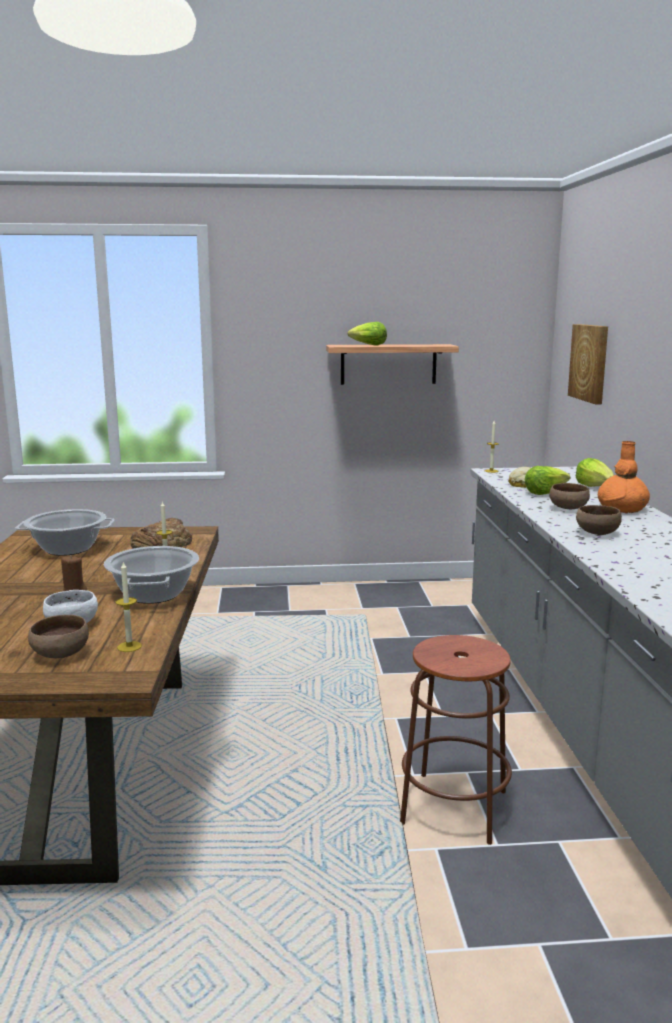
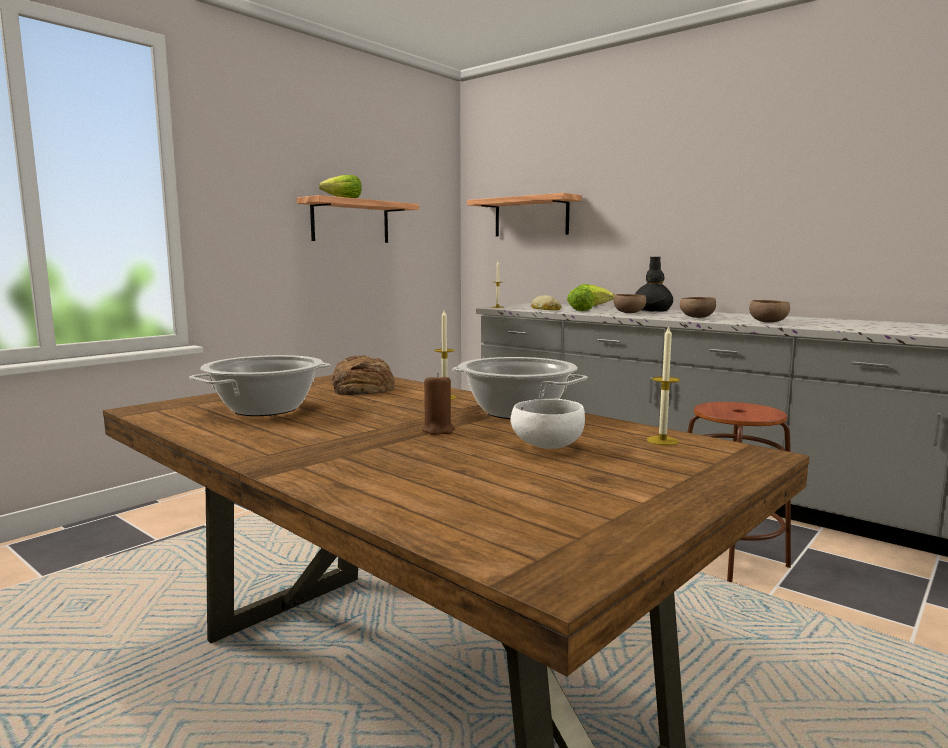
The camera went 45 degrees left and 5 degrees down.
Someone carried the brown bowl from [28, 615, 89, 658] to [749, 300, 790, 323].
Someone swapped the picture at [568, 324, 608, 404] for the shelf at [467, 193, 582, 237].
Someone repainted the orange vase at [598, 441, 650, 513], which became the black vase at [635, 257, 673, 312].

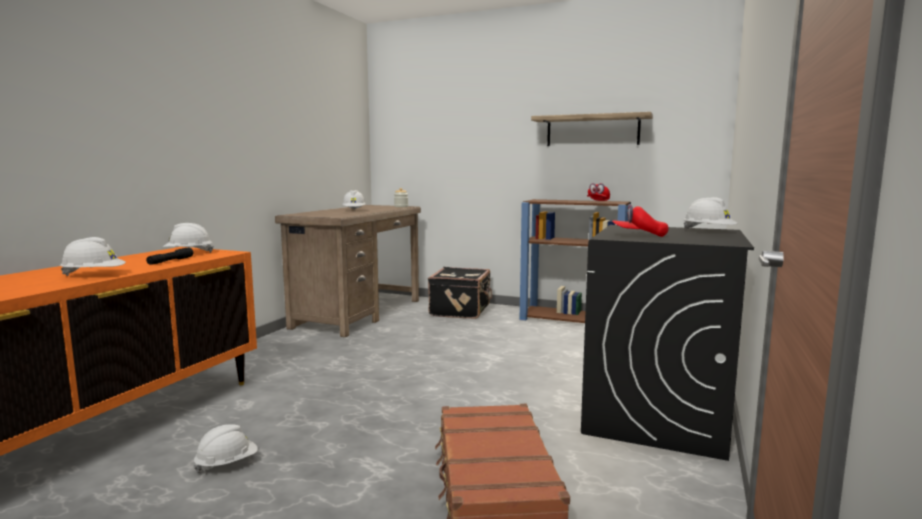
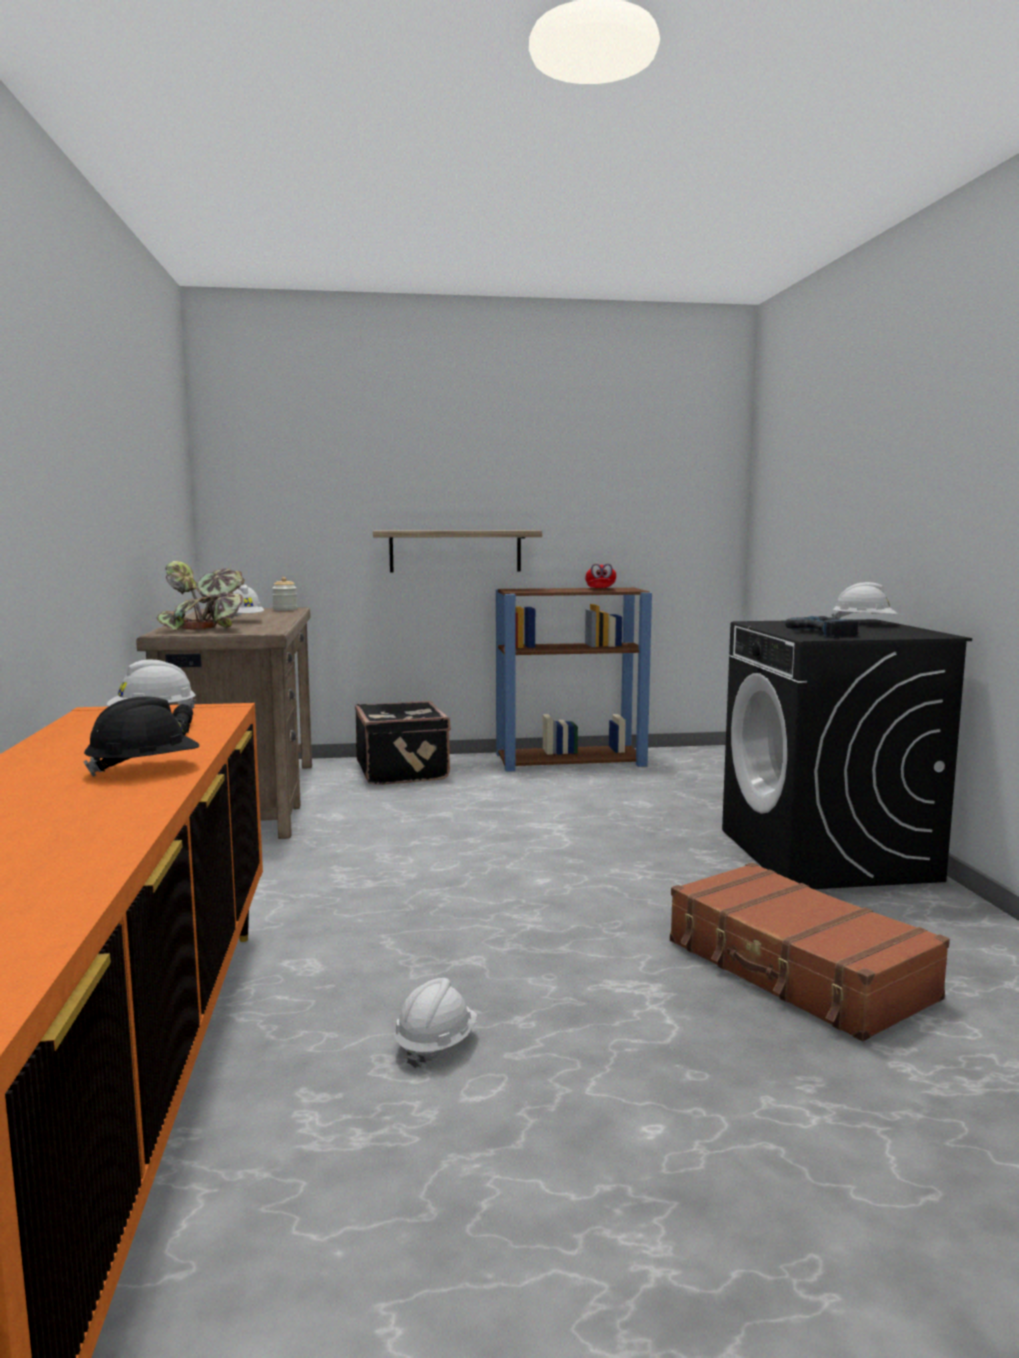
The camera went 30 degrees left and 0 degrees up.
Someone put down the potted plant at [157, 561, 245, 631].
Someone carried the shelf from [531, 112, 653, 146] to [373, 530, 542, 572].
Someone swapped the red cap at [612, 204, 669, 237] for the power drill at [785, 616, 860, 638].
Someone repainted the white hard hat at [60, 237, 126, 276], which became the black hard hat at [84, 697, 199, 777].

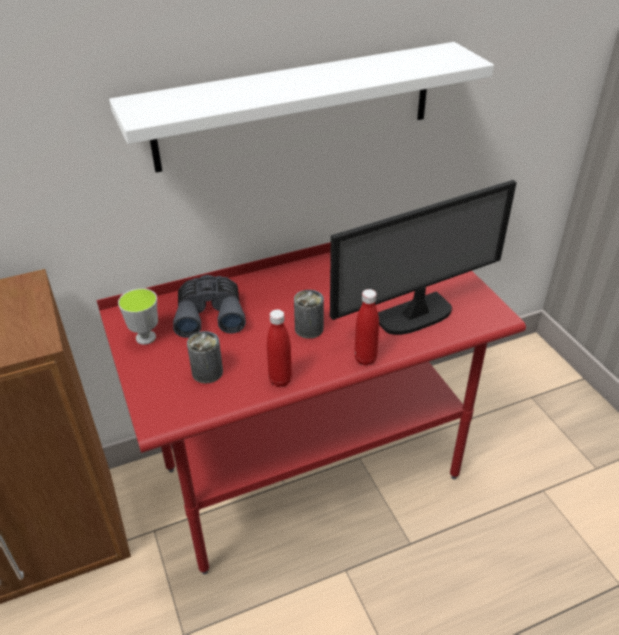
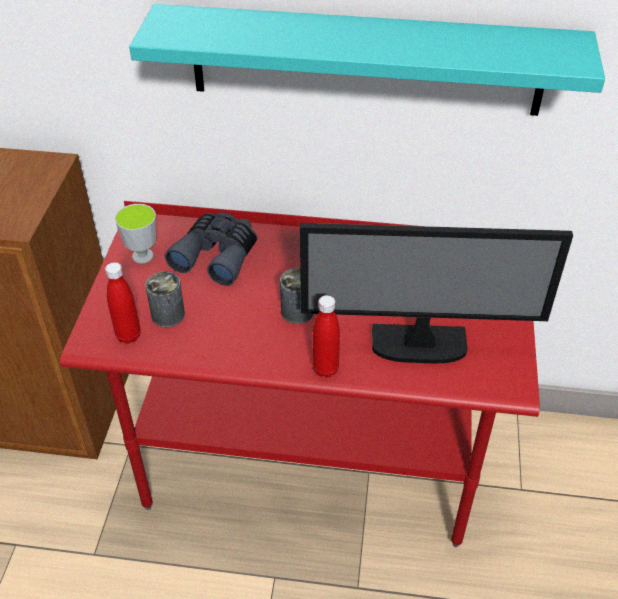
The camera went 30 degrees right and 5 degrees up.
Someone carried the red bottle from [267, 309, 292, 387] to [105, 262, 141, 344].
Someone repainted the white shelf at [109, 42, 494, 173], which became the turquoise shelf at [129, 4, 605, 116].

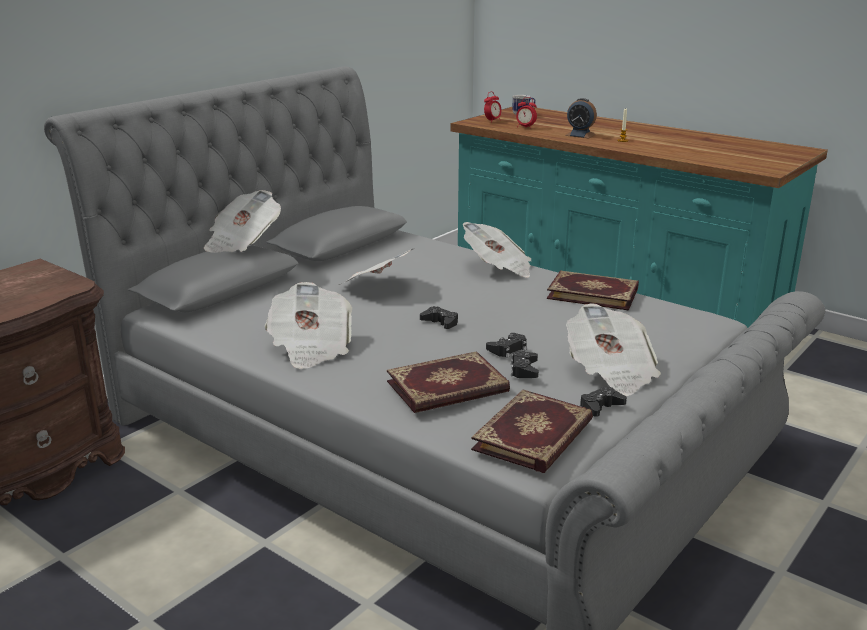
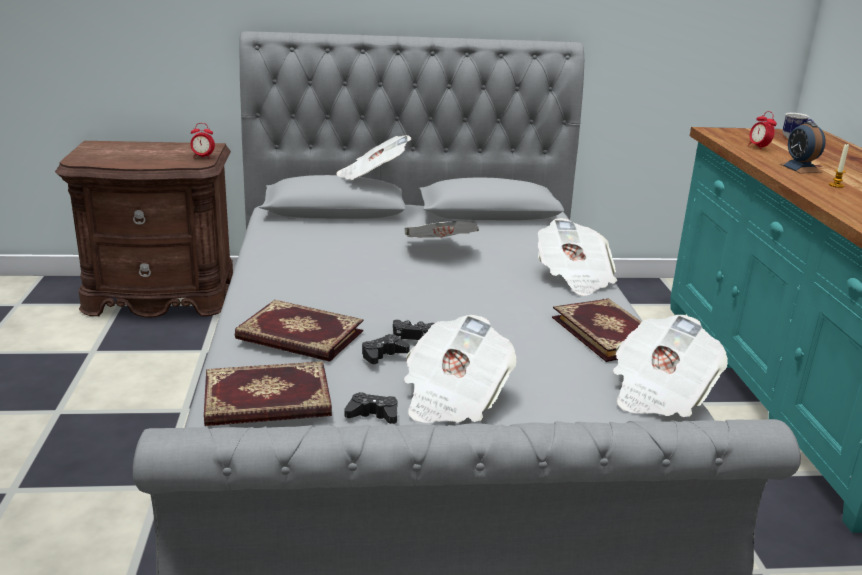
The camera went 45 degrees right and 0 degrees up.
Someone took away the black game controller at [420, 306, 458, 329].
Someone carried the newspaper from [265, 282, 352, 369] to [613, 315, 728, 417].
Someone carried the alarm clock from [484, 92, 502, 121] to [190, 123, 215, 159].

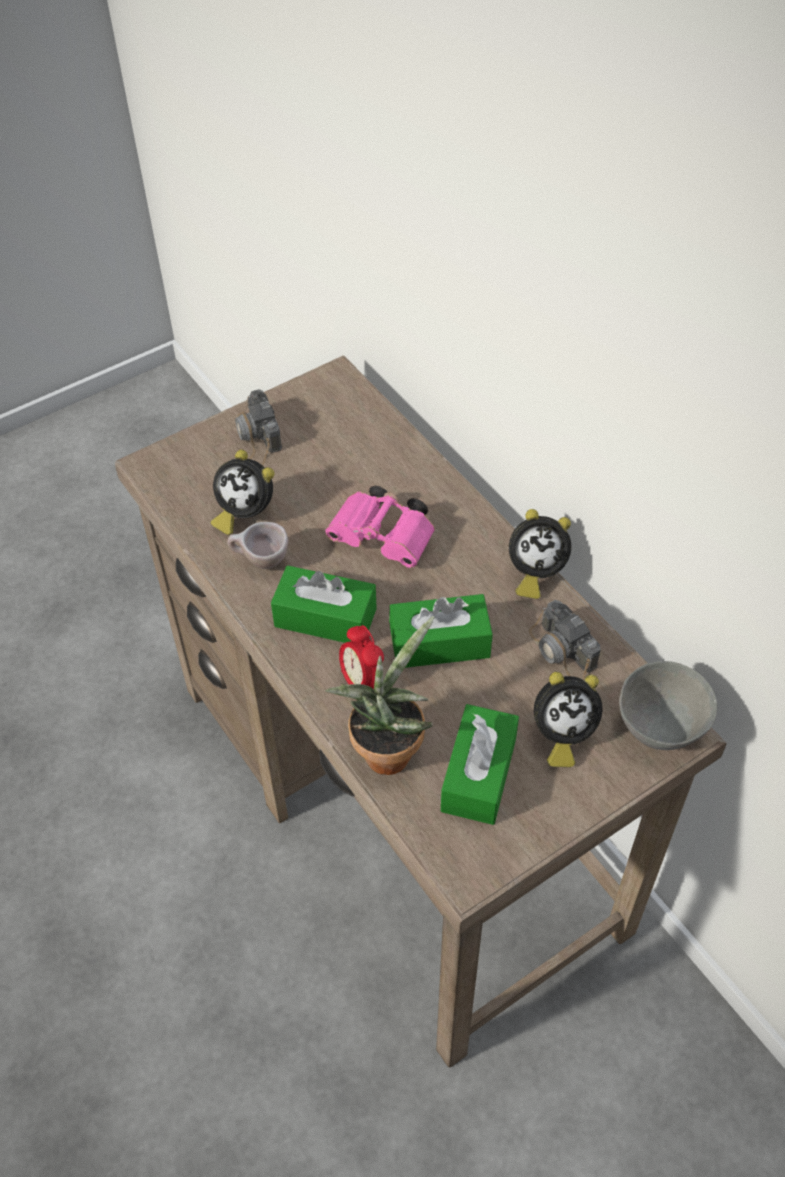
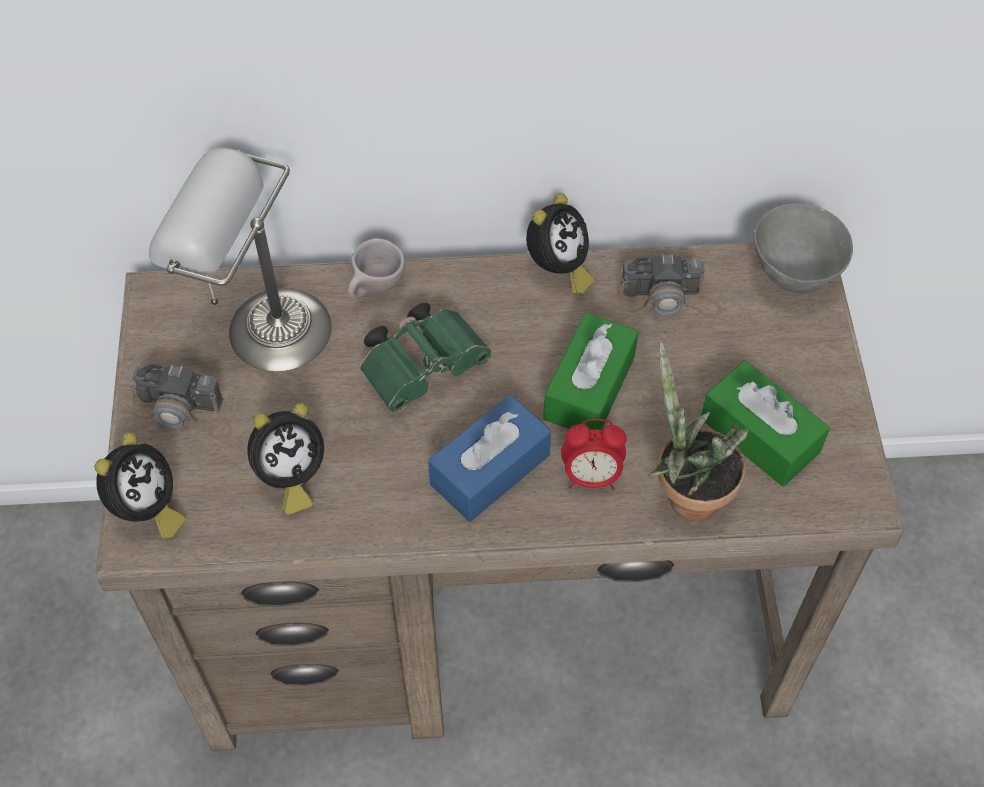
The camera went 60 degrees left and 5 degrees up.
Someone put down the white table lamp at [149, 148, 331, 372].
Someone carried the beige cup from [227, 522, 288, 569] to [347, 238, 405, 300].
Someone carried the alarm clock from [534, 672, 602, 767] to [95, 432, 186, 539].
Someone repainted the green tissue box at [271, 566, 377, 643], which became the blue tissue box at [428, 395, 551, 522].
Someone repainted the pink binoculars at [325, 486, 435, 568], which became the green binoculars at [360, 303, 491, 413].

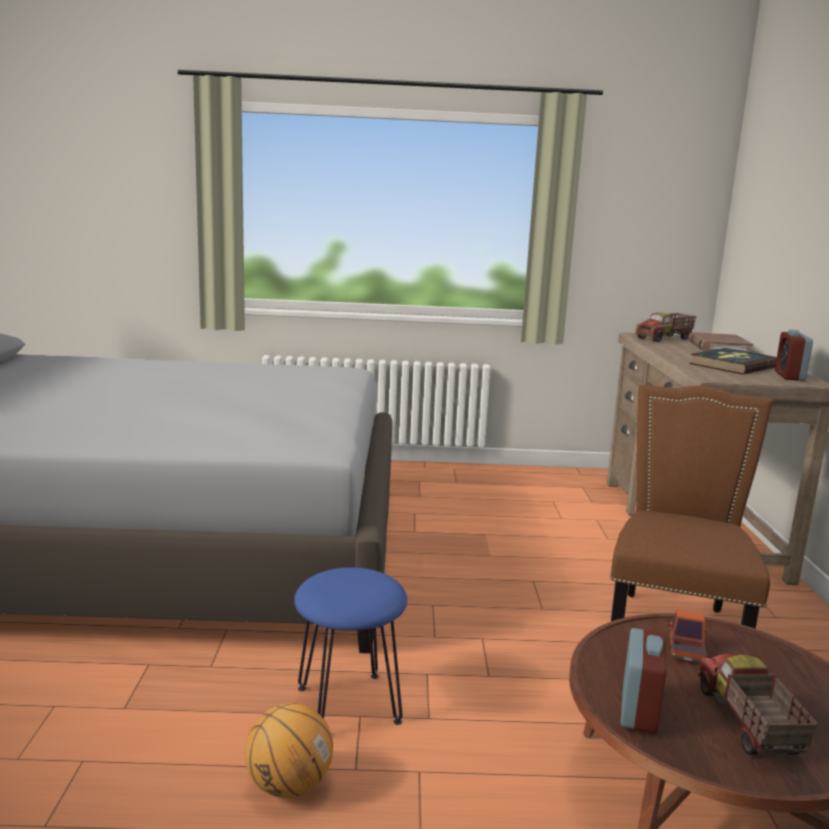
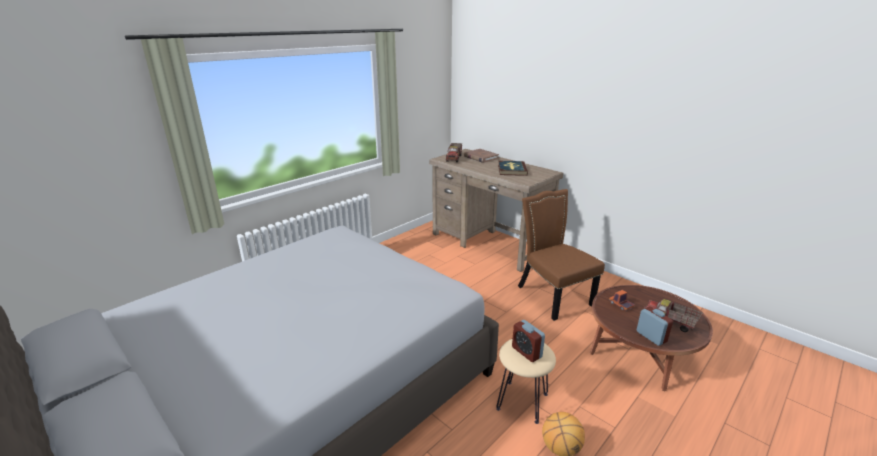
The camera went 45 degrees left and 10 degrees up.
Someone carried the alarm clock from [775, 330, 813, 381] to [512, 320, 545, 362].
Someone repainted the blue stool at [294, 567, 407, 725], which became the beige stool at [496, 339, 556, 424].

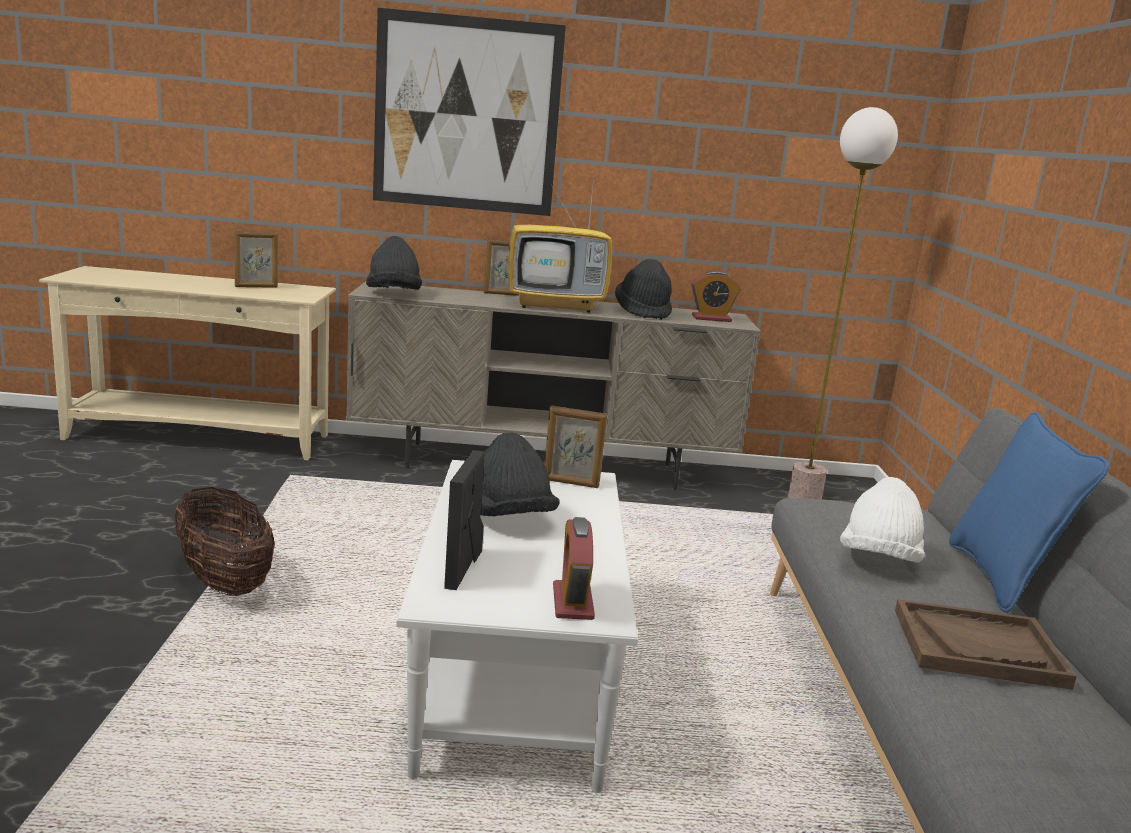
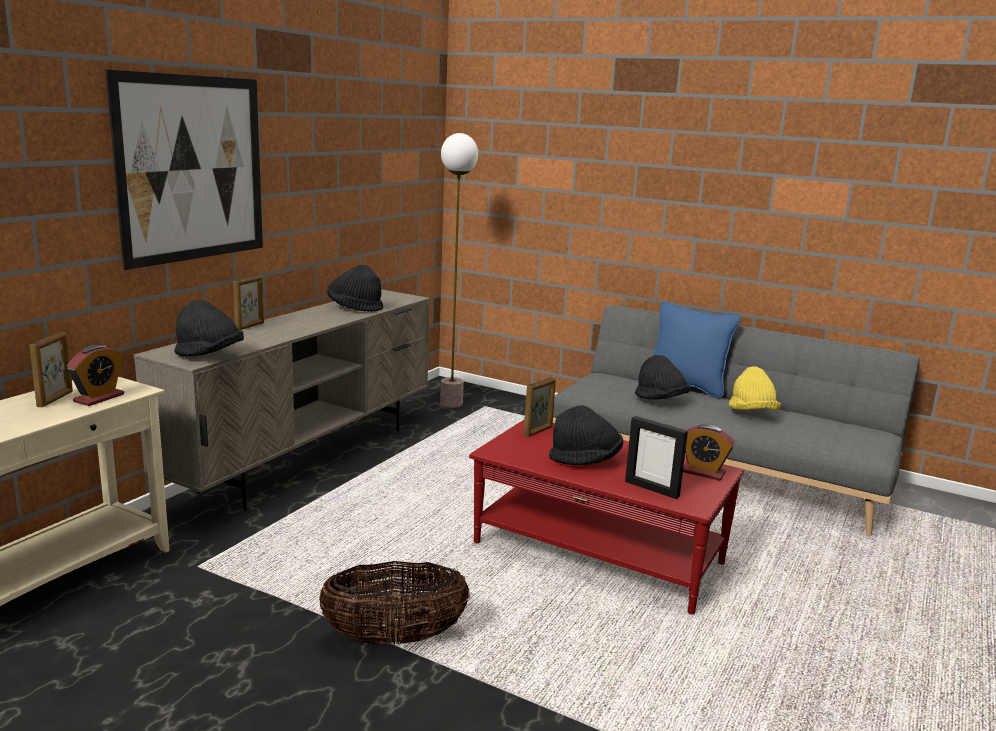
The camera went 60 degrees left and 0 degrees up.
Someone took away the television at [508, 177, 612, 313].
Someone carried the alarm clock from [691, 271, 741, 322] to [67, 345, 124, 406].
Someone swapped the brown tray at [895, 599, 1077, 690] for the yellow hat at [729, 367, 781, 410].
Someone repainted the white coffee table at [396, 460, 638, 793], which became the red coffee table at [469, 419, 744, 615].
Someone repainted the white hat at [840, 477, 925, 562], which became the black hat at [635, 355, 690, 400].

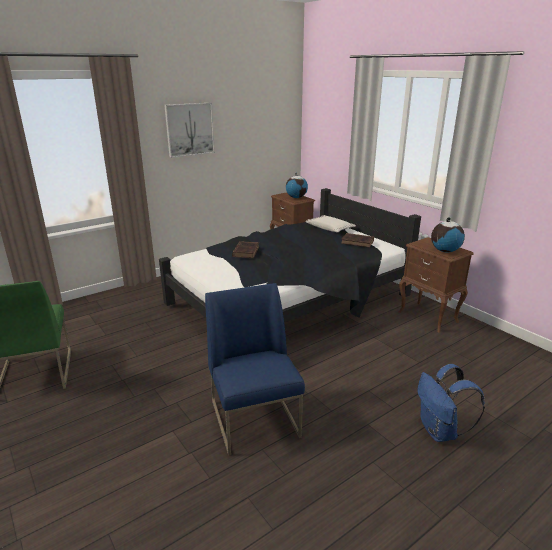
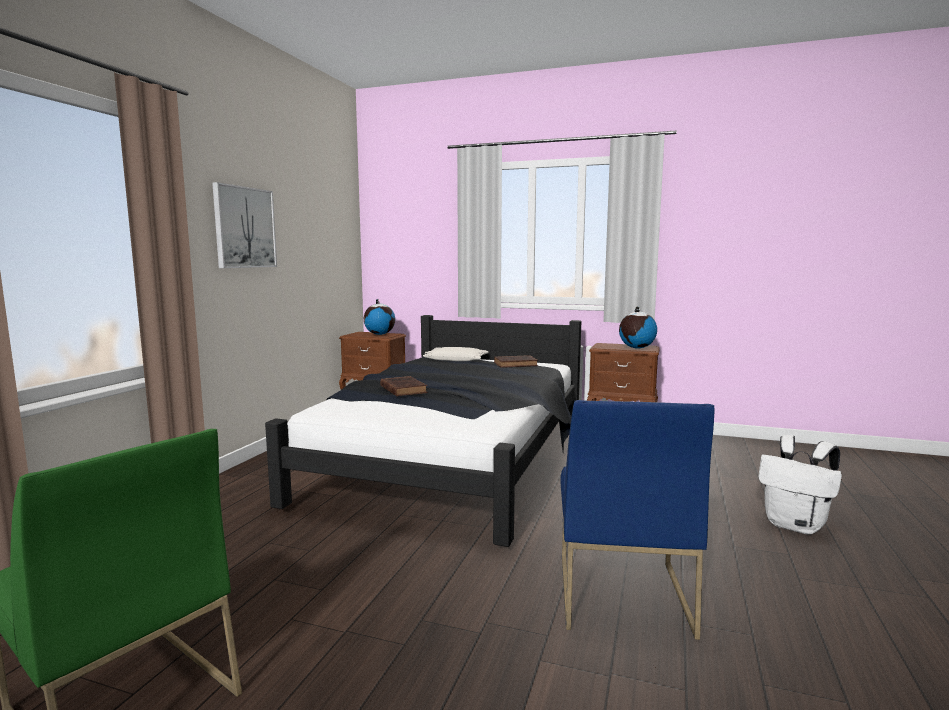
The camera went 35 degrees left and 15 degrees down.
Someone repainted the blue backpack at [417, 364, 485, 442], which became the white backpack at [758, 435, 842, 534].
Someone rotated the blue chair at [205, 283, 305, 456] by 120 degrees counterclockwise.

